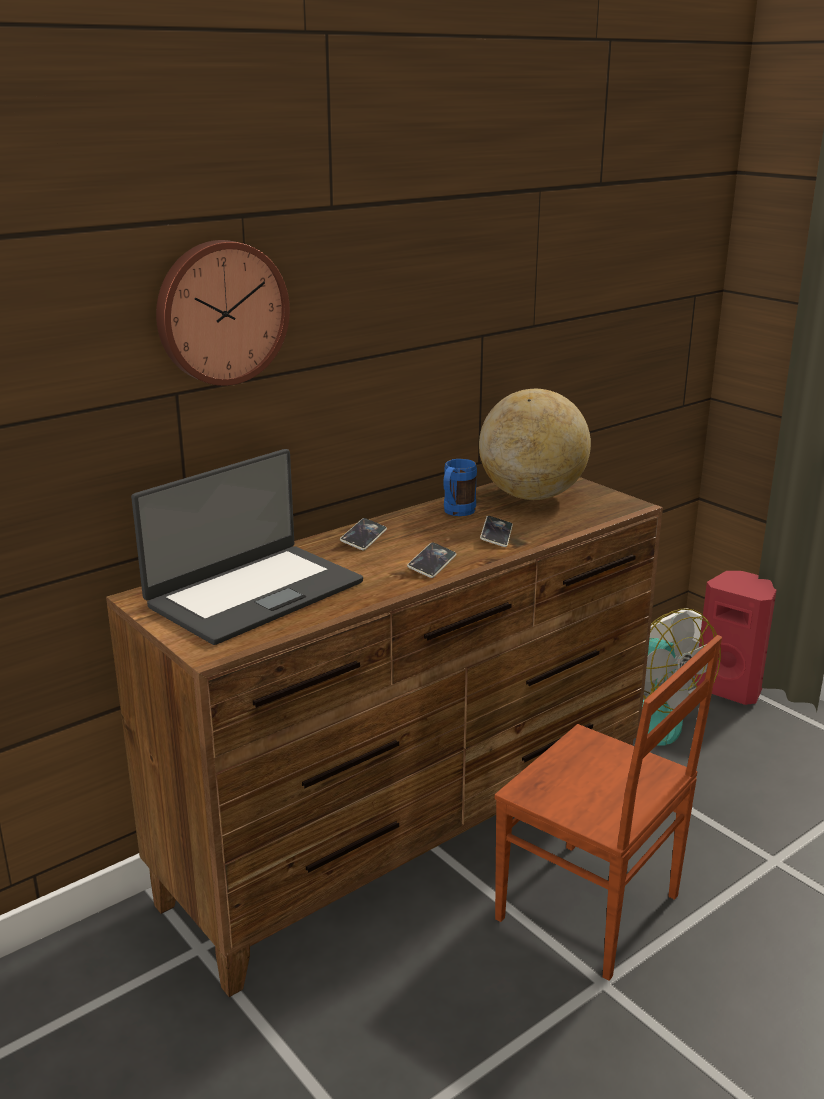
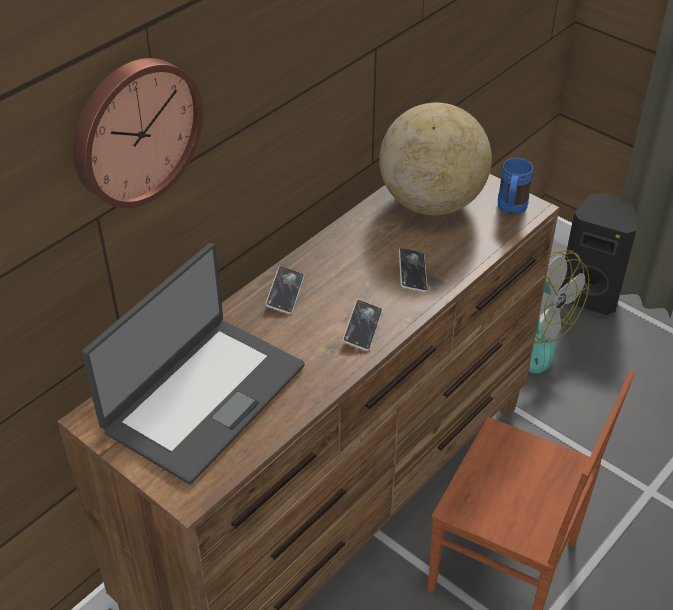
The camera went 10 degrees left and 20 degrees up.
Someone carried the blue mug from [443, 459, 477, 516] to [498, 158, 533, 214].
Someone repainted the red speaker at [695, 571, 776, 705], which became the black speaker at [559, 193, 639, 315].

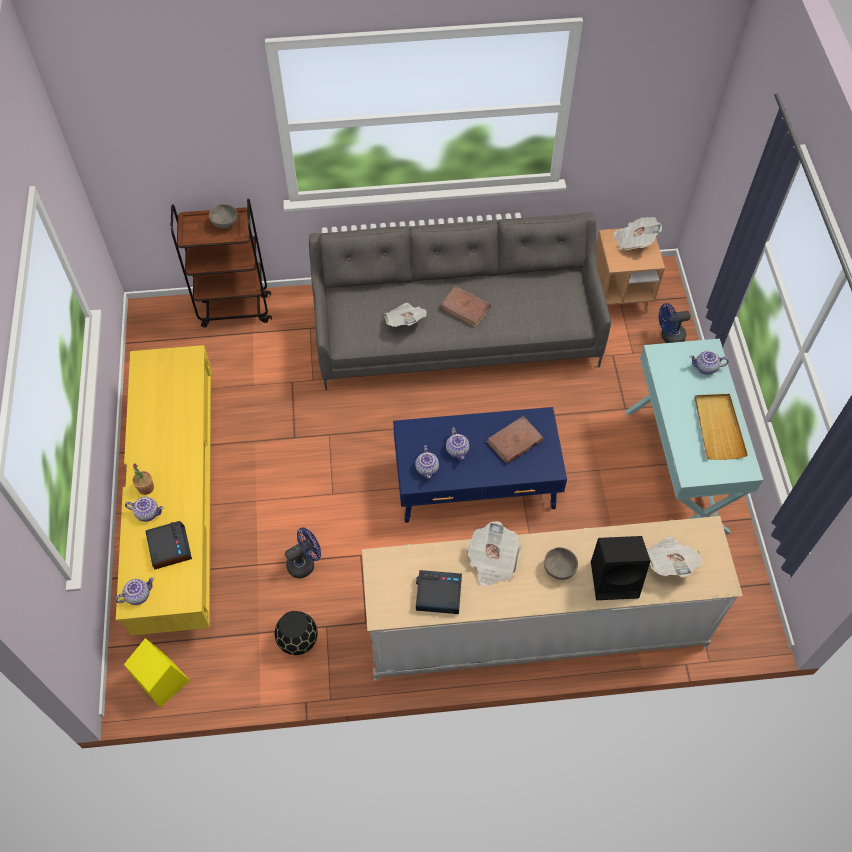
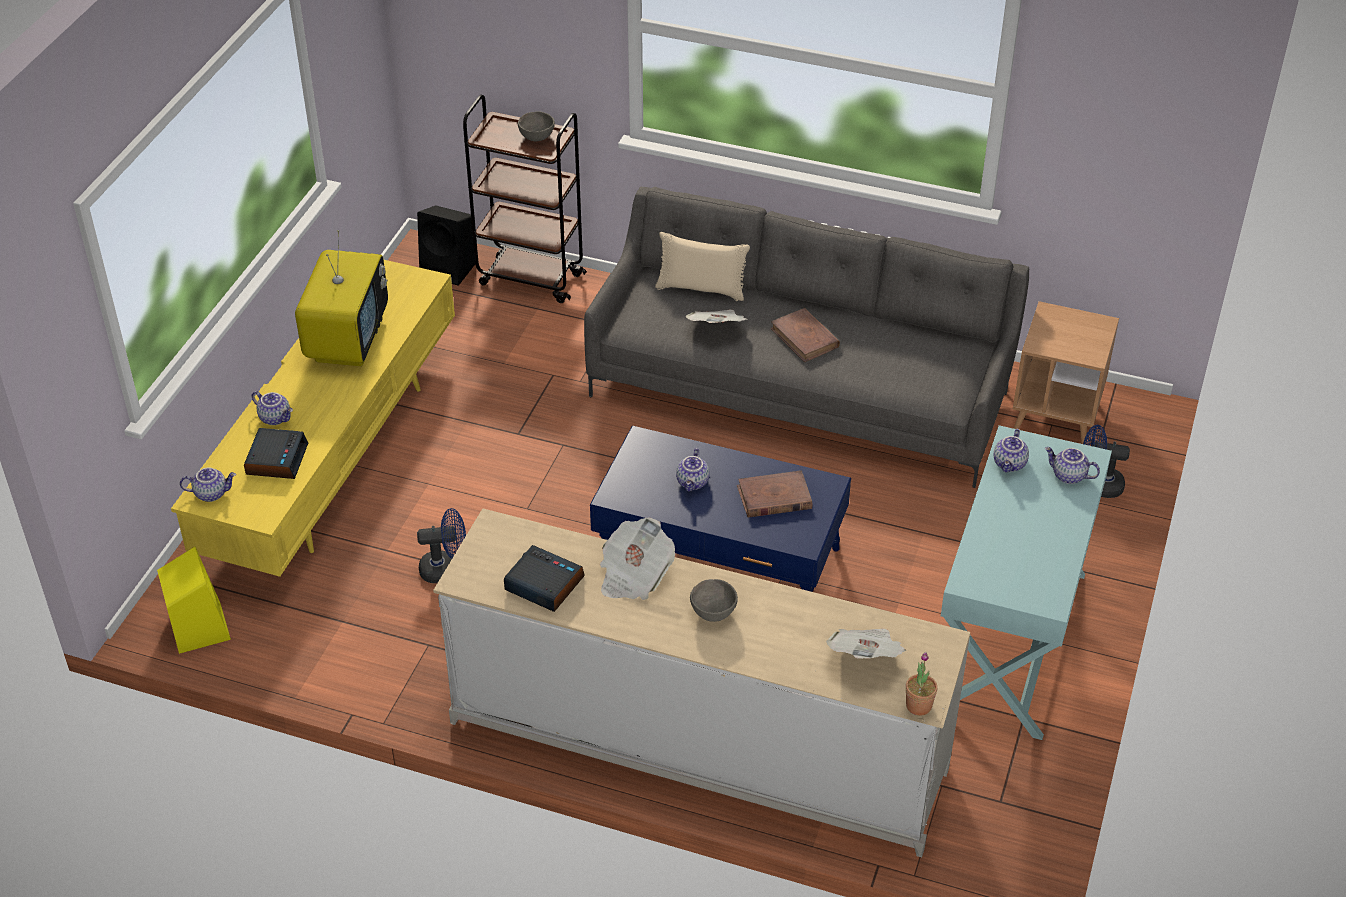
The camera went 25 degrees right and 15 degrees down.
Someone took away the black vase at [274, 611, 318, 655].
Someone took away the newspaper at [613, 217, 662, 250].
Someone took away the beige tray at [695, 394, 748, 460].
Someone put down the television at [295, 230, 388, 366].
Someone put down the beige pillow at [655, 232, 750, 301].
Someone carried the potted plant from [132, 463, 154, 495] to [906, 652, 937, 716].
Someone carried the teapot from [415, 445, 439, 479] to [994, 429, 1029, 473].
Someone carried the black speaker from [591, 536, 650, 600] to [417, 205, 475, 286].

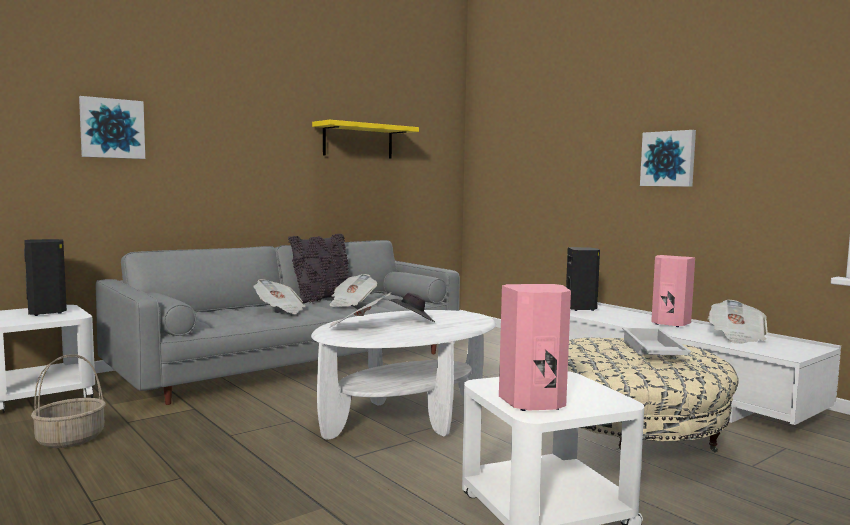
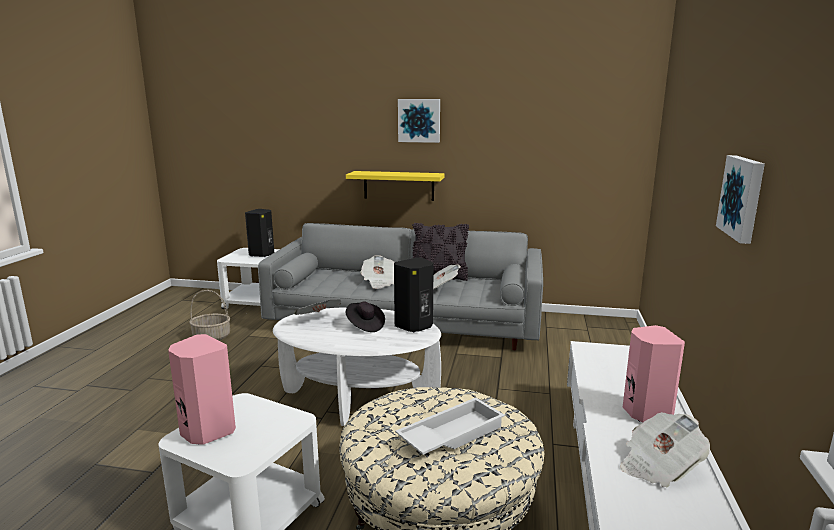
The camera went 50 degrees right and 10 degrees up.
Someone carried the picture from [79, 96, 145, 159] to [398, 99, 440, 143].
Someone carried the yellow shelf from [312, 120, 419, 159] to [346, 171, 445, 201].
Someone carried the black speaker from [566, 247, 600, 311] to [394, 257, 434, 332].

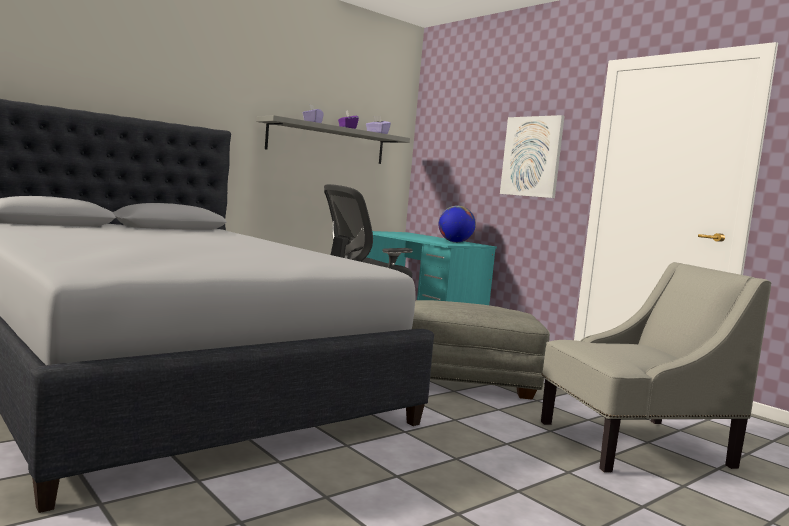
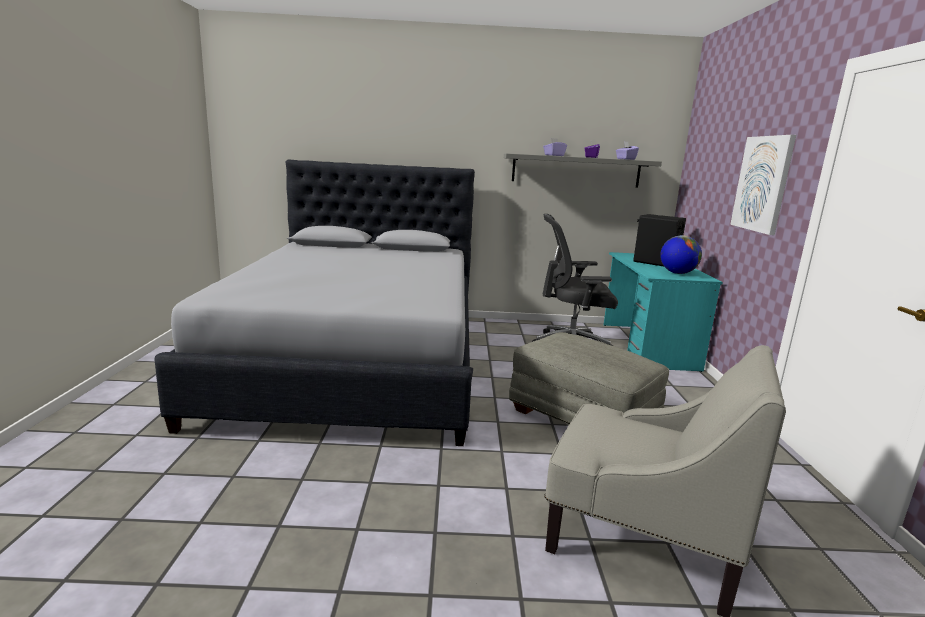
The camera went 40 degrees right and 10 degrees up.
Someone put down the black speaker at [633, 214, 686, 266].

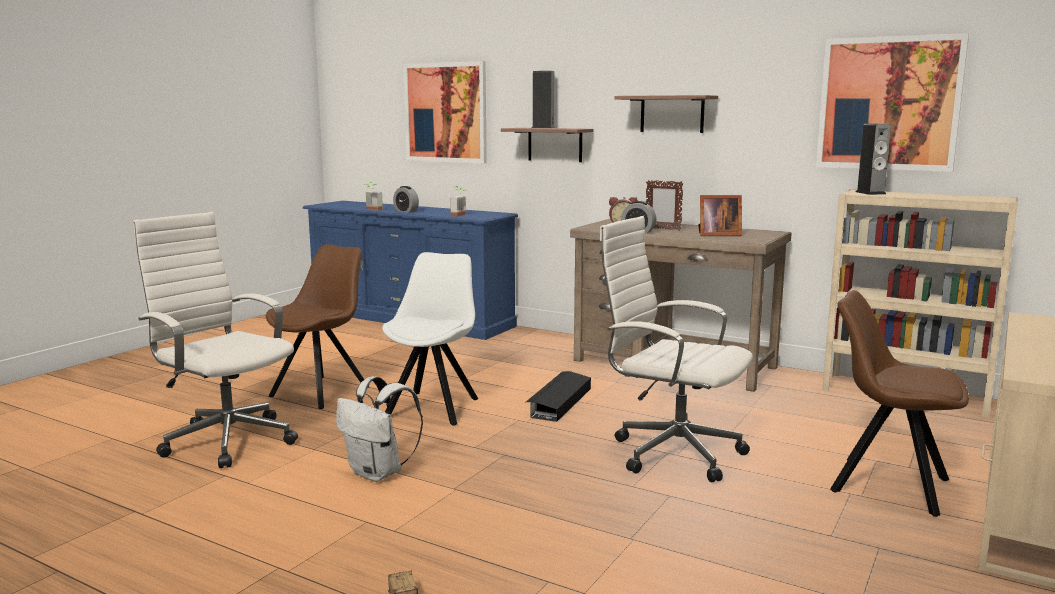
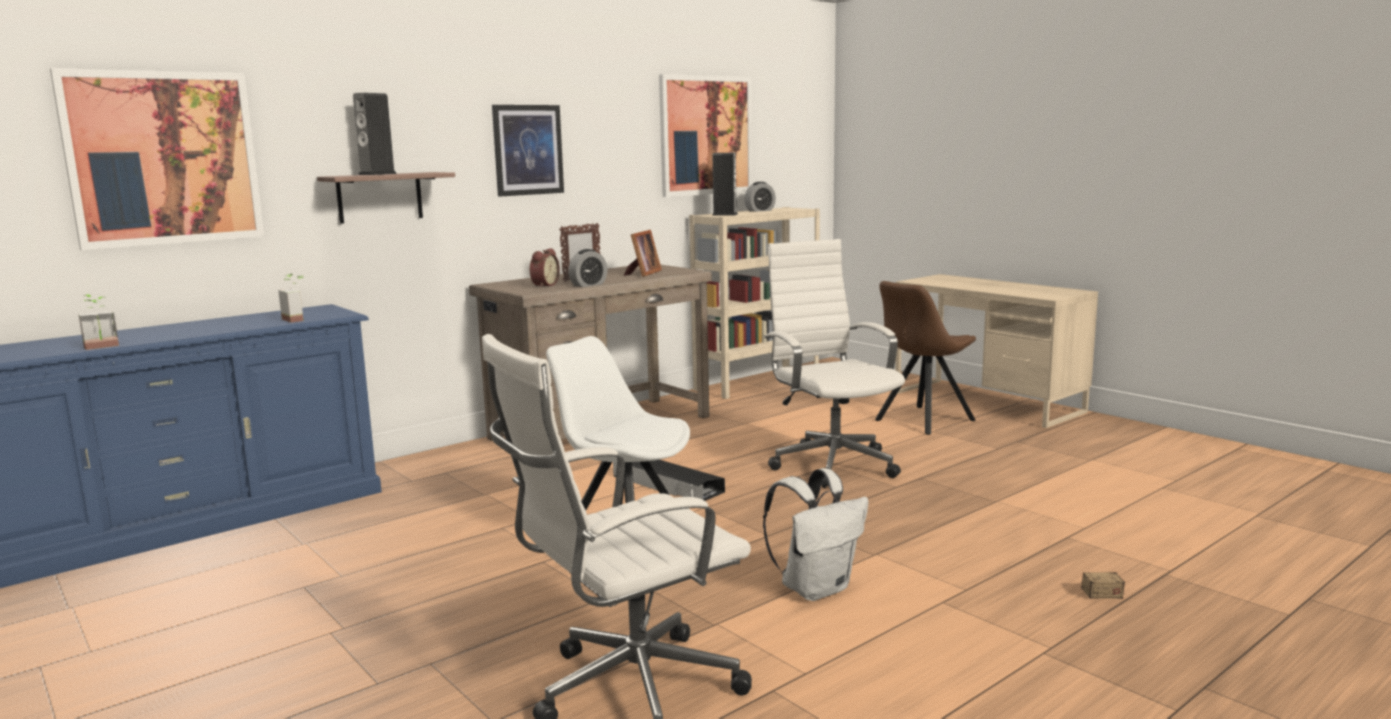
The camera went 70 degrees left and 0 degrees up.
Someone took away the brown chair at [266, 244, 369, 409].
Someone carried the alarm clock from [393, 186, 419, 213] to [744, 182, 776, 212].
Someone swapped the shelf at [615, 95, 718, 133] for the picture at [492, 105, 564, 197].
Someone rotated the white office chair at [600, 216, 753, 482] by 105 degrees clockwise.

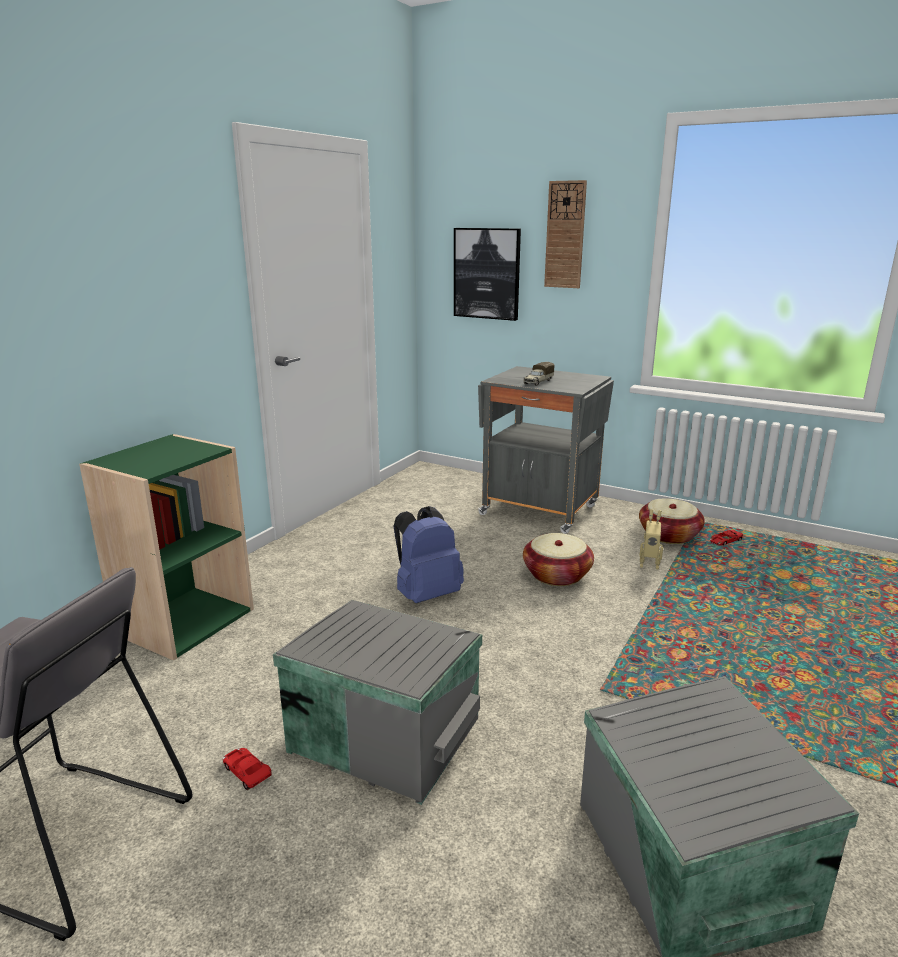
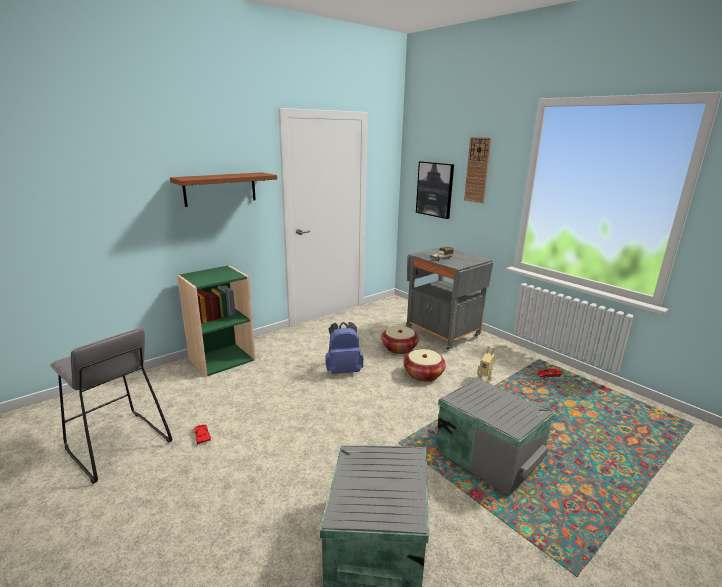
The camera went 20 degrees right and 0 degrees up.
Someone put up the brown shelf at [170, 172, 277, 207].
Someone carried the grey storage box from [273, 600, 482, 805] to [435, 379, 555, 496].
Someone carried the basket from [639, 499, 705, 544] to [381, 326, 419, 354].

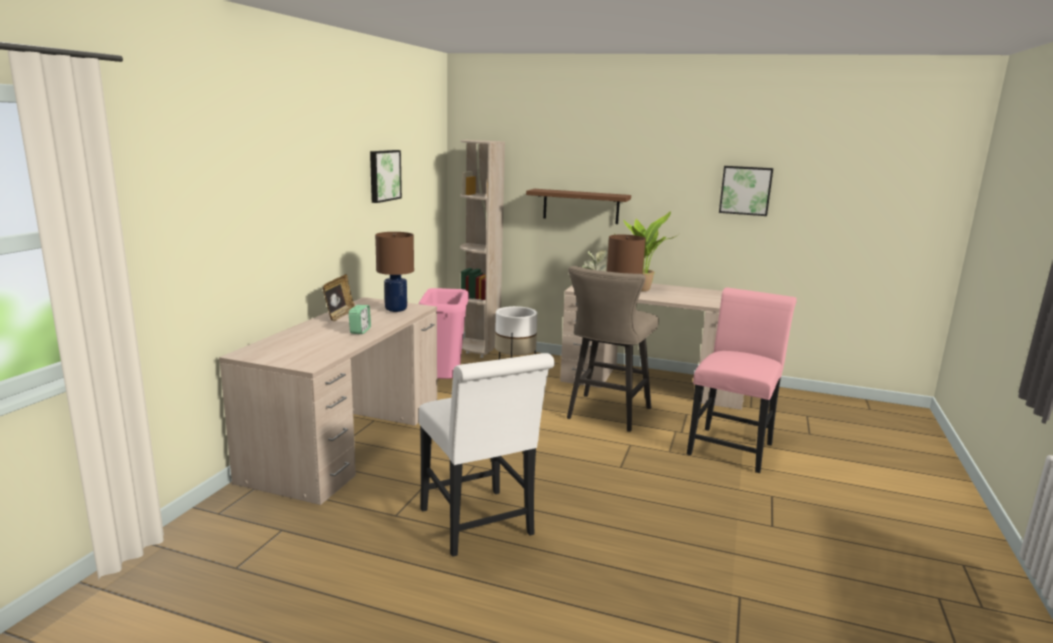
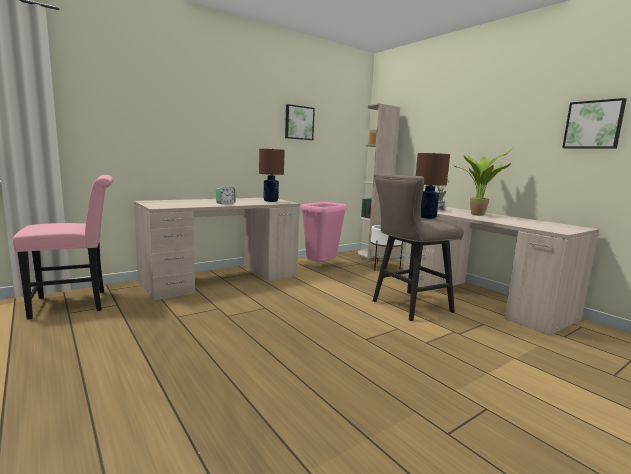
The camera went 35 degrees right and 5 degrees down.
Someone took away the picture frame at [323, 274, 355, 321].
Someone took away the white chair at [419, 353, 555, 557].
Someone took away the brown shelf at [526, 189, 631, 224].
Someone carried the pink chair from [687, 288, 797, 473] to [13, 175, 113, 320].

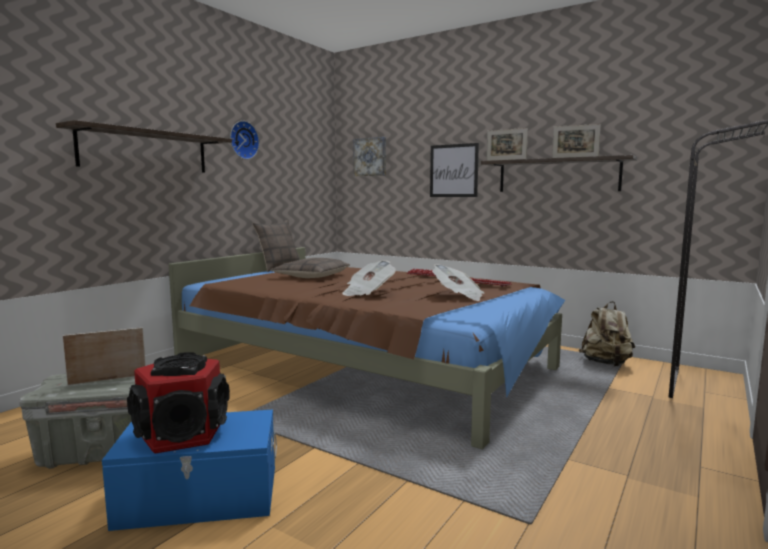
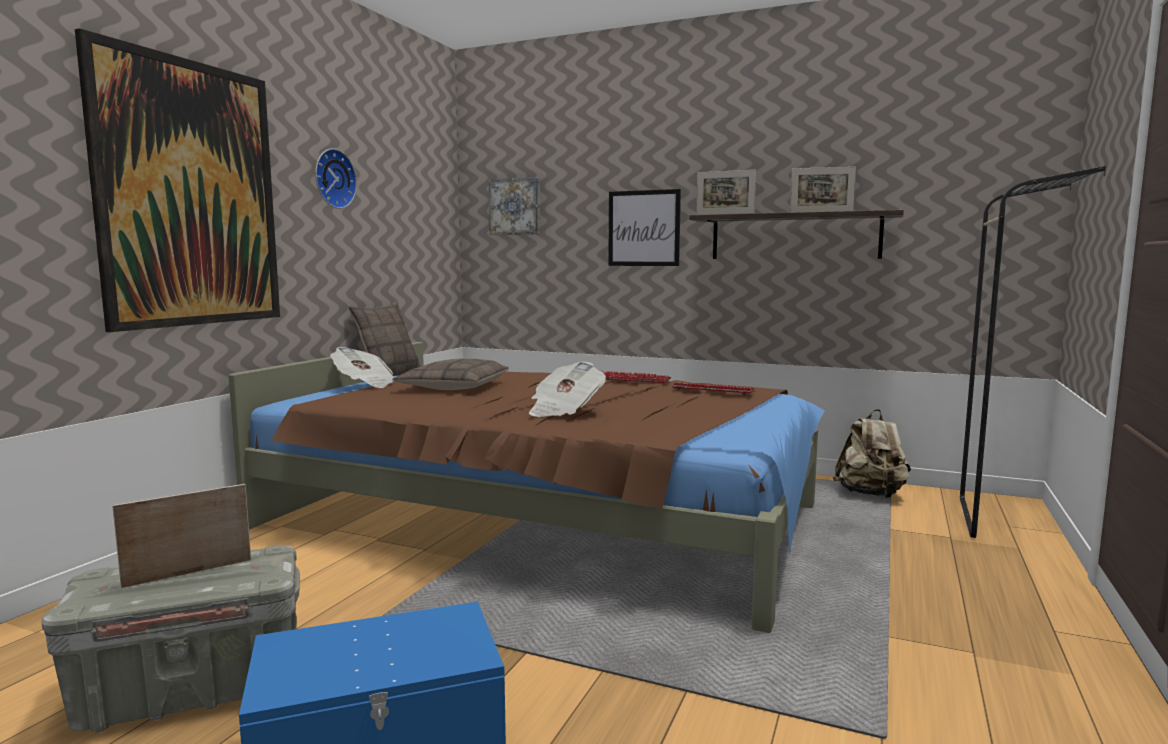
The camera went 10 degrees left and 0 degrees up.
Someone took away the speaker at [127, 352, 230, 454].
Someone carried the newspaper from [432, 264, 484, 301] to [330, 347, 394, 388].
Someone swapped the shelf at [56, 120, 232, 173] for the picture at [75, 28, 280, 332].

